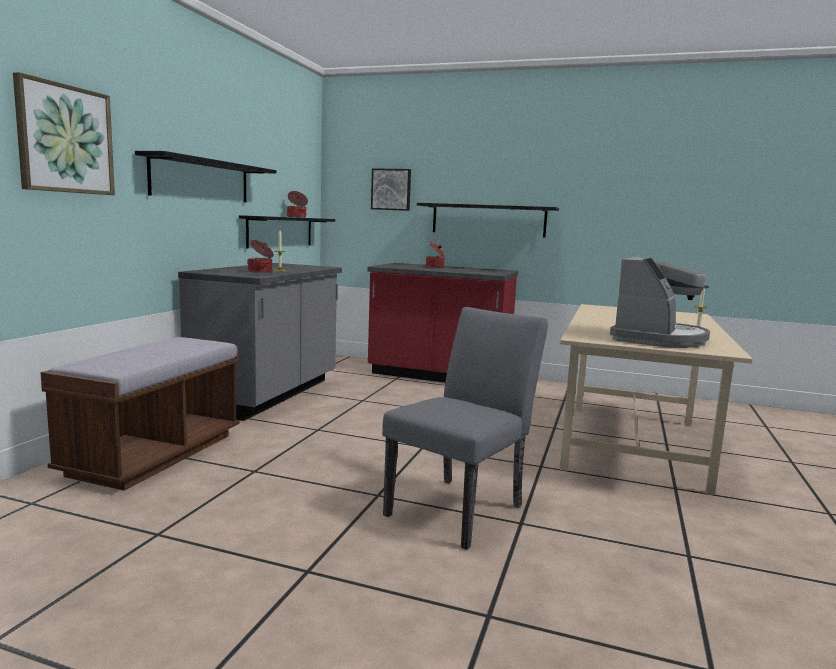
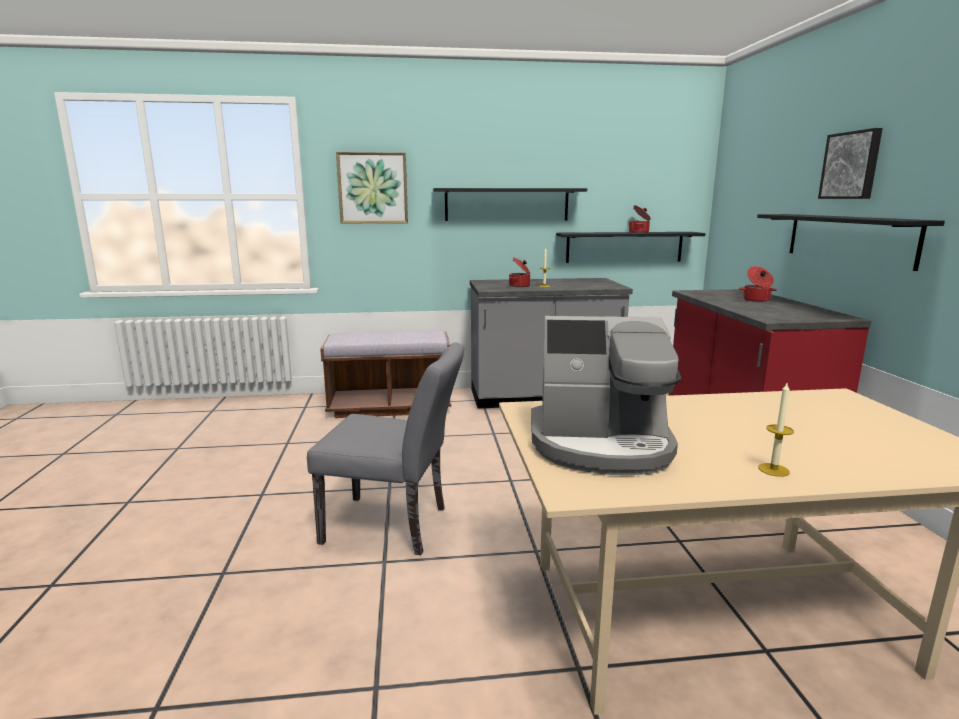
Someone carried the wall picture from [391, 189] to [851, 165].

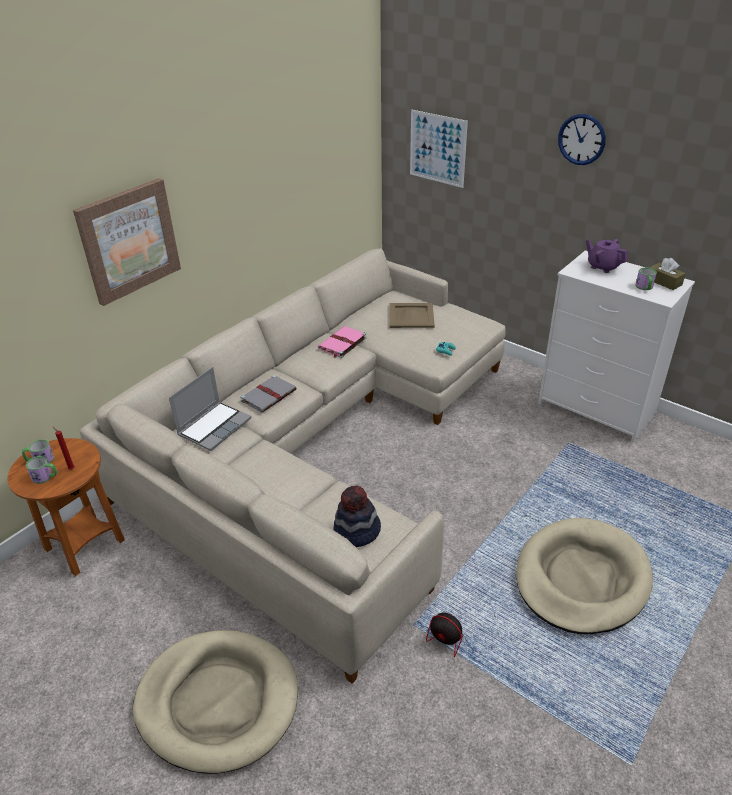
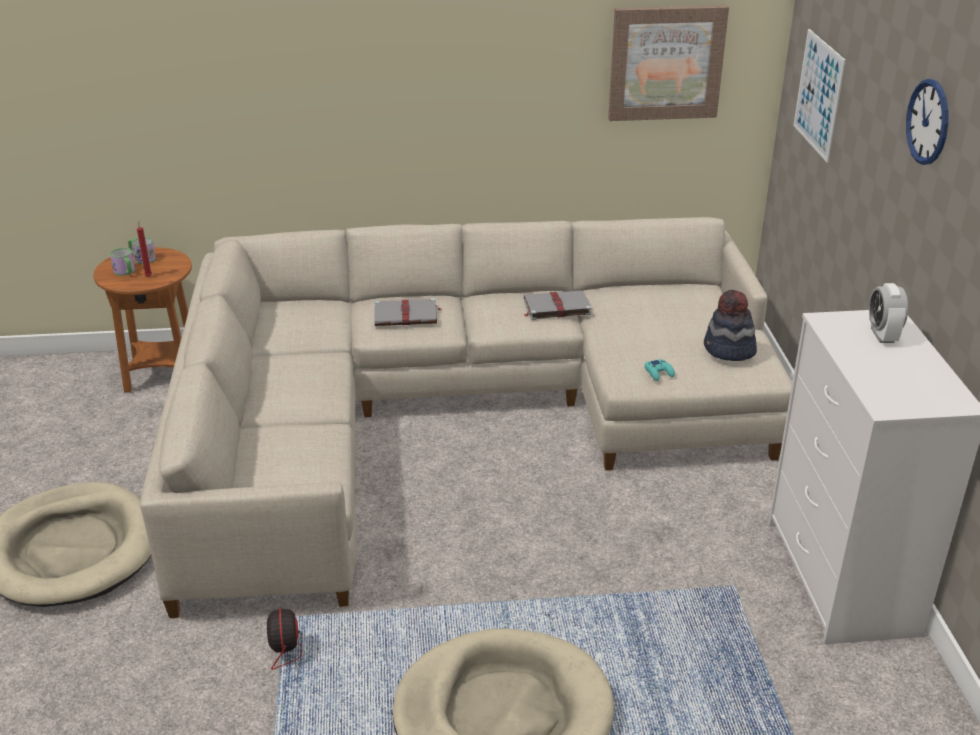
Someone carried the wall picture from [129, 240] to [666, 63].
Someone swapped the pot for tea in purple at [603, 267] for the alarm clock at [882, 335].
Someone took away the box of tissues in brownish at [664, 282].
Someone took away the coffee mug at [645, 287].
Someone took away the carrying tray in beige-coloured at [411, 316].
Someone repainted the bound book in pink-coloured at [342, 344], which became the bound book in greyish at [555, 307].
Someone took away the laptop at [214, 426].
Someone carried the hat from [357, 532] to [729, 350].

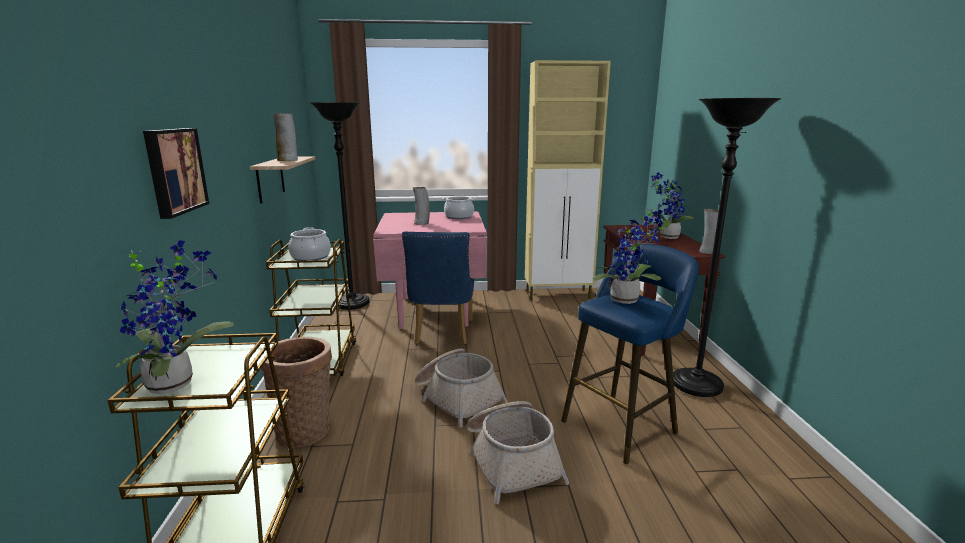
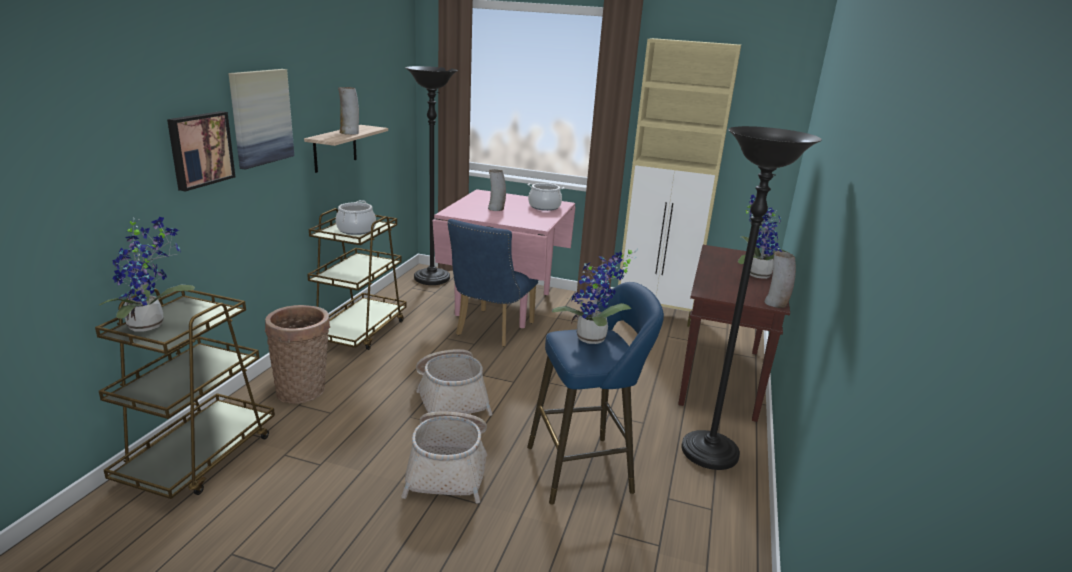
Someone put up the wall picture at [261, 117].

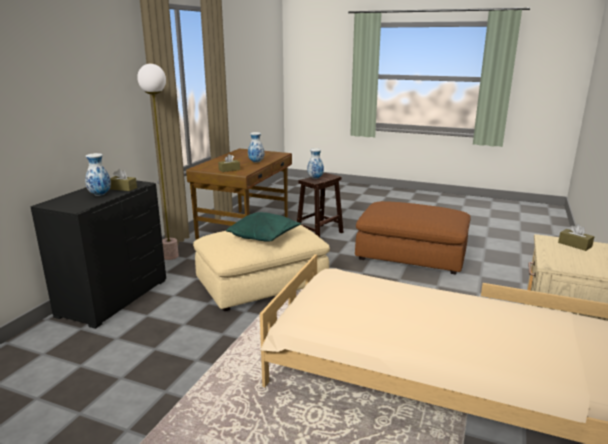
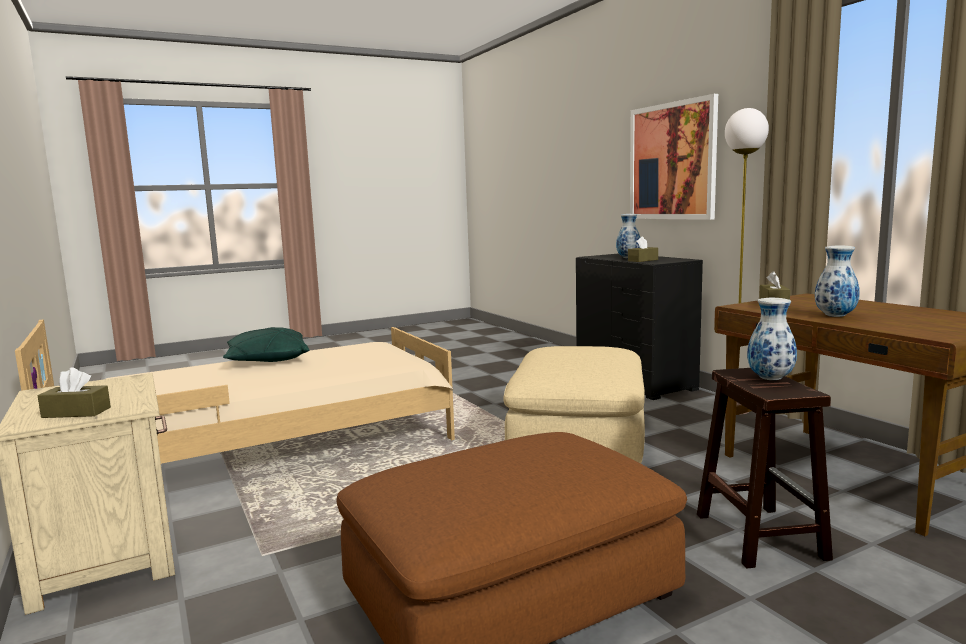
Someone carried the pillow in green from [264, 236] to [267, 360].
Someone put up the wall picture at [672, 161].

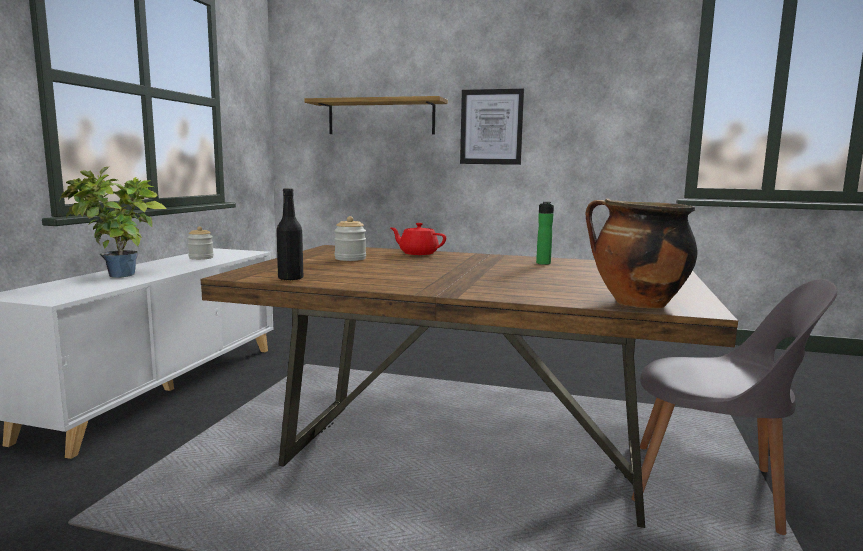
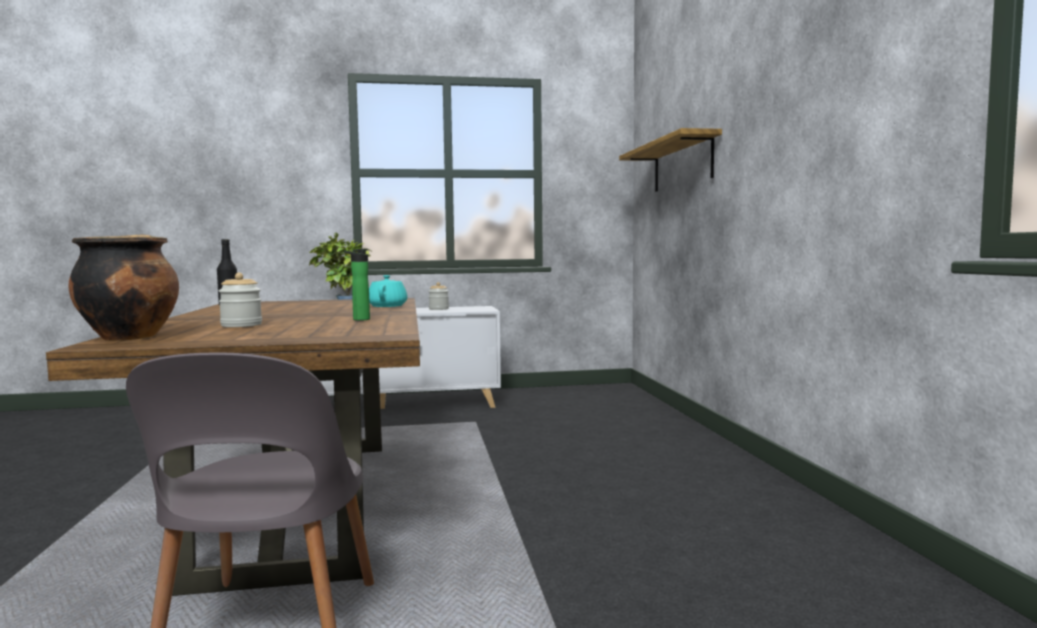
Someone took away the wall picture at [491, 127].
Someone carried the preserve jar from [350, 258] to [241, 325].
Someone repainted the pot for tea in red-coloured at [418, 253], which became the pot for tea in blue-green at [388, 306].

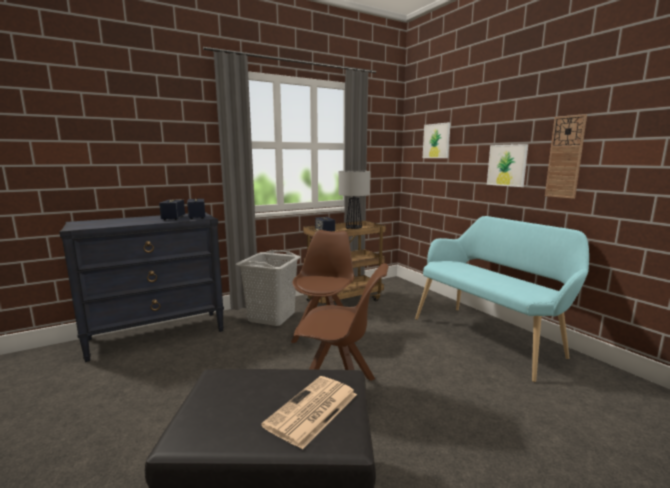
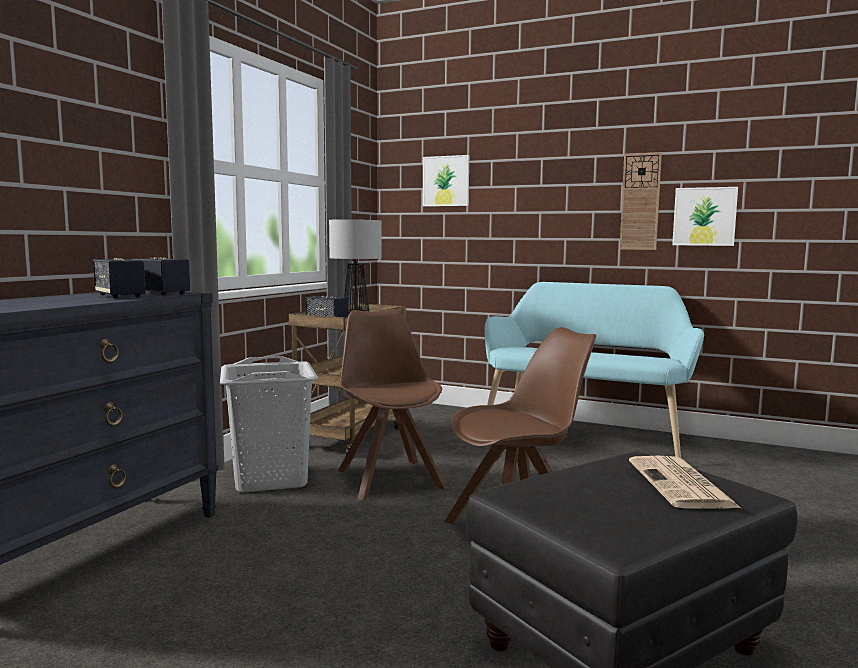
Someone carried the wall picture from [507, 165] to [704, 216].

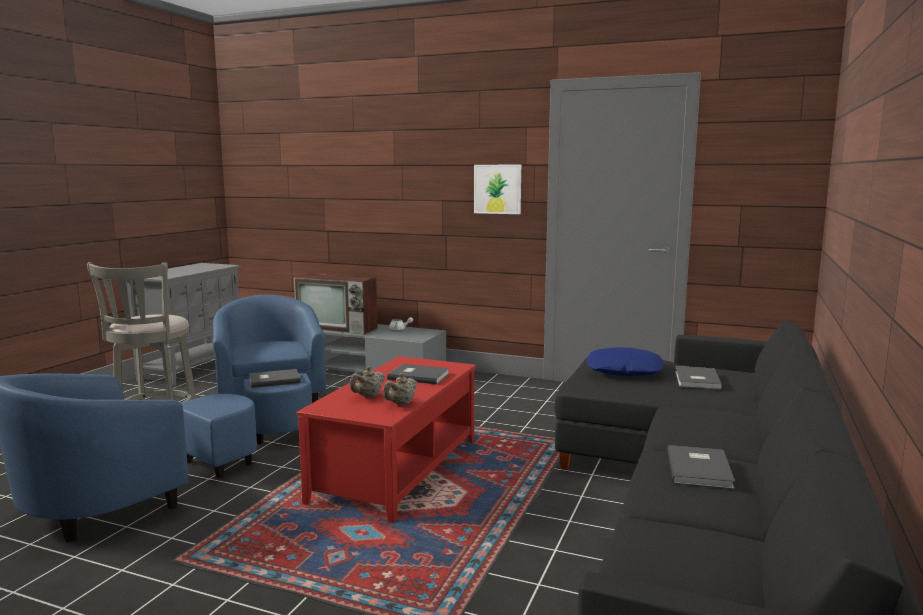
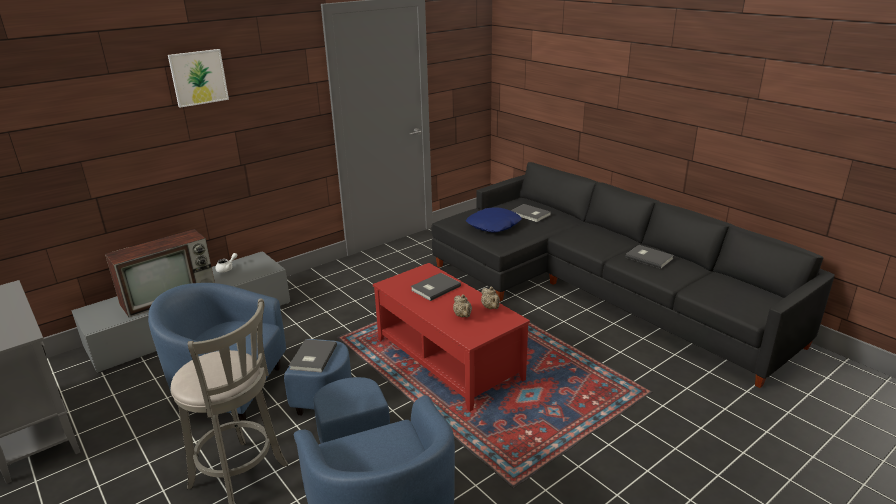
Someone carried the wall picture from [497, 189] to [198, 77].

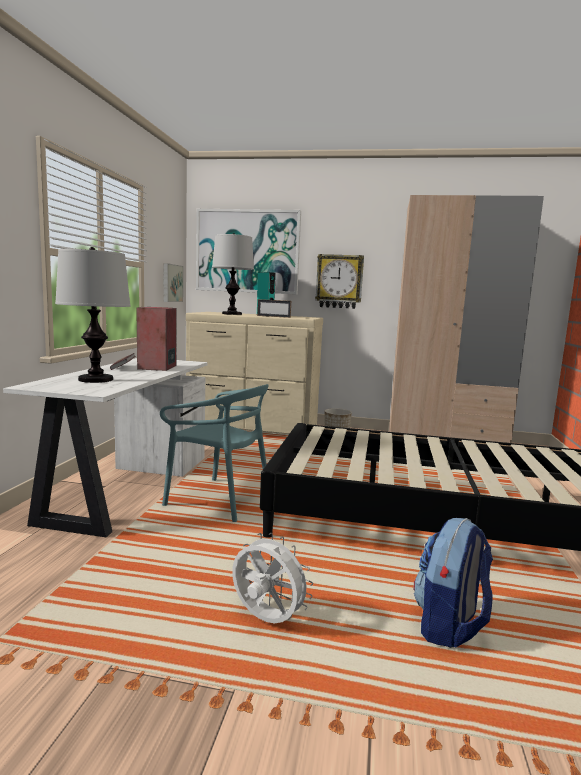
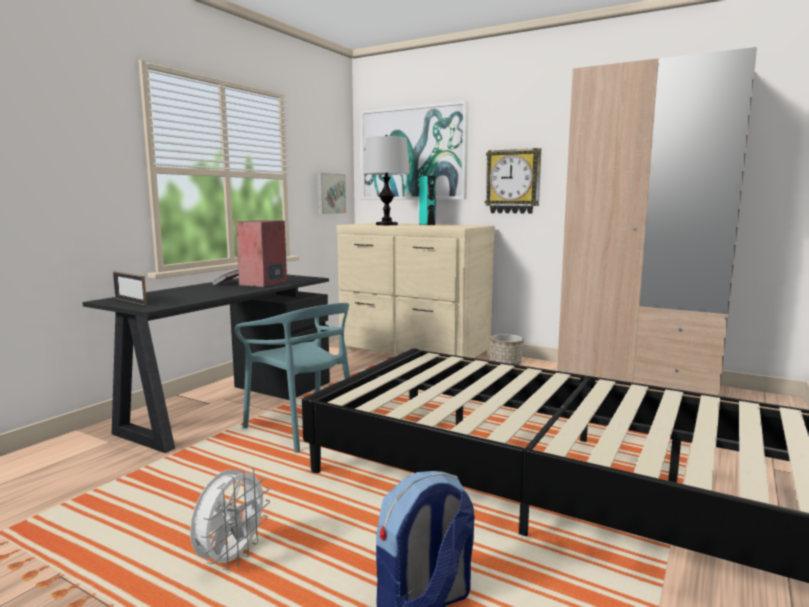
Someone took away the tabletop lamp at [95, 379].
Someone carried the picture frame from [273, 316] to [130, 301].
Someone repainted the desk in white at [127, 487], which became the desk in black-coloured at [228, 406].
Someone rotated the fan in white at [266, 620] by 60 degrees clockwise.

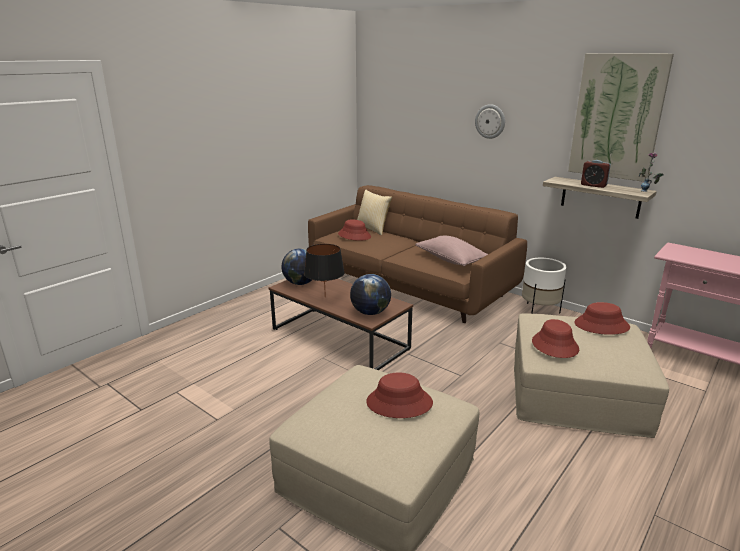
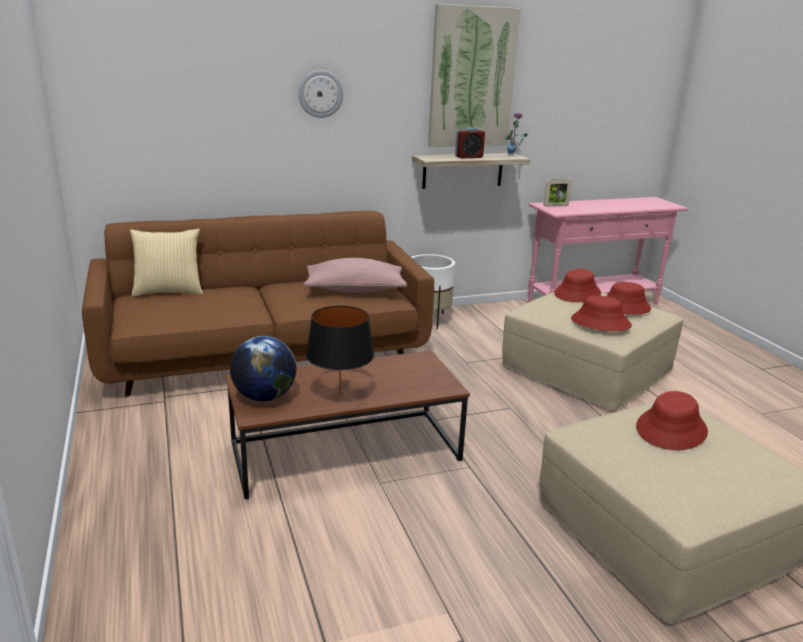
Someone carried the hat in red-coloured from [354, 235] to [624, 307].
Someone took away the world globe at [370, 312].
Someone put down the picture frame at [555, 206].

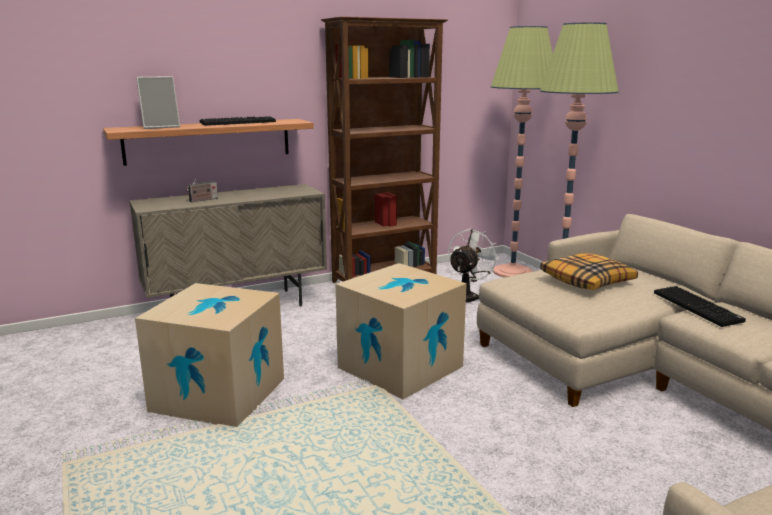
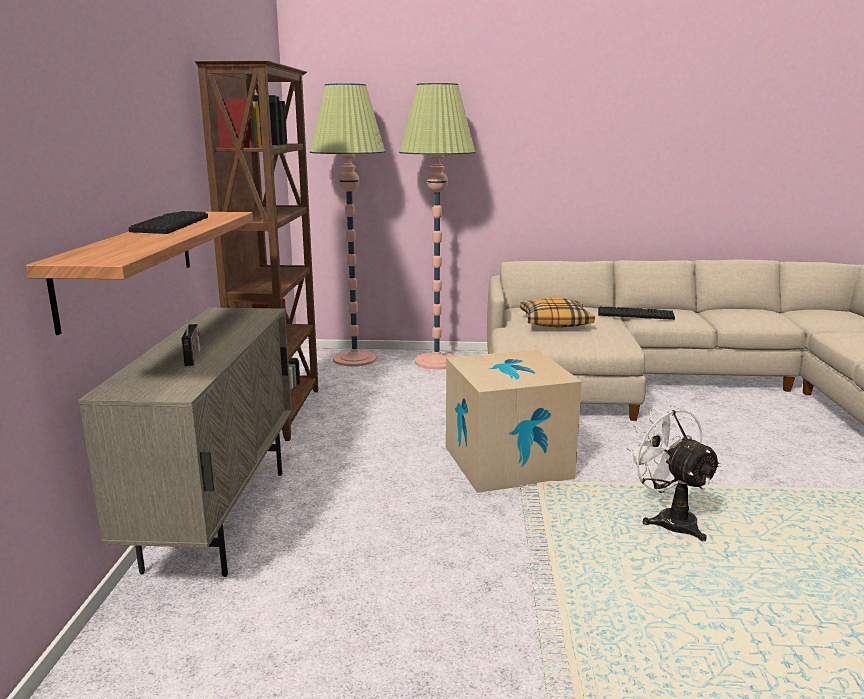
Someone took away the picture frame at [161, 127].
Someone carried the fan in white from [467, 297] to [669, 520].
Someone took away the carton at [218, 394].

